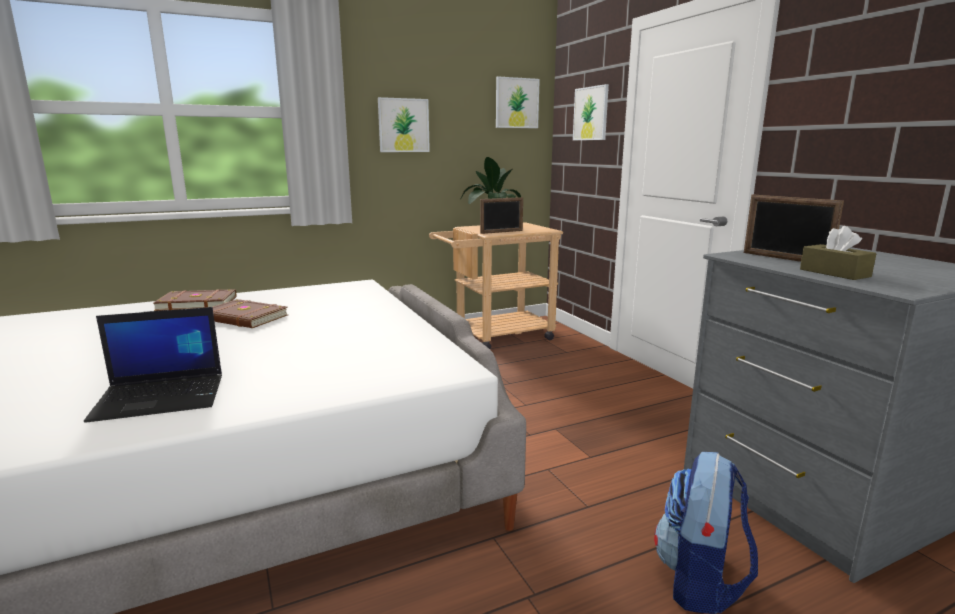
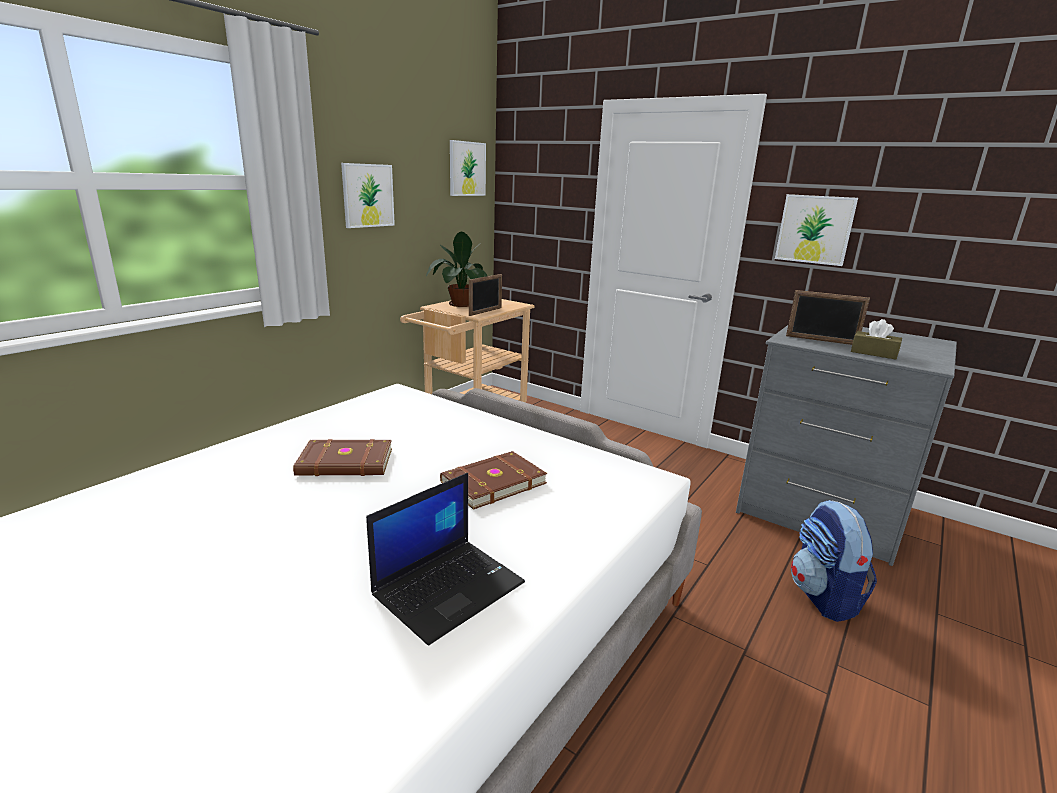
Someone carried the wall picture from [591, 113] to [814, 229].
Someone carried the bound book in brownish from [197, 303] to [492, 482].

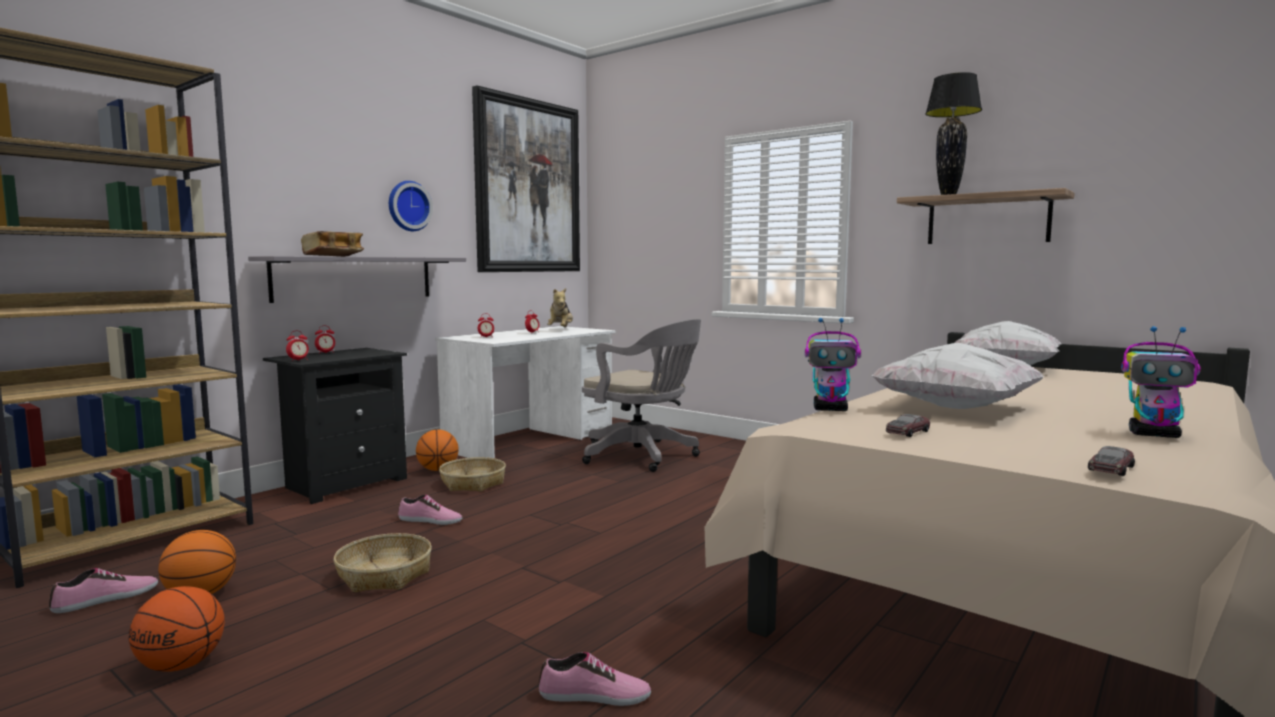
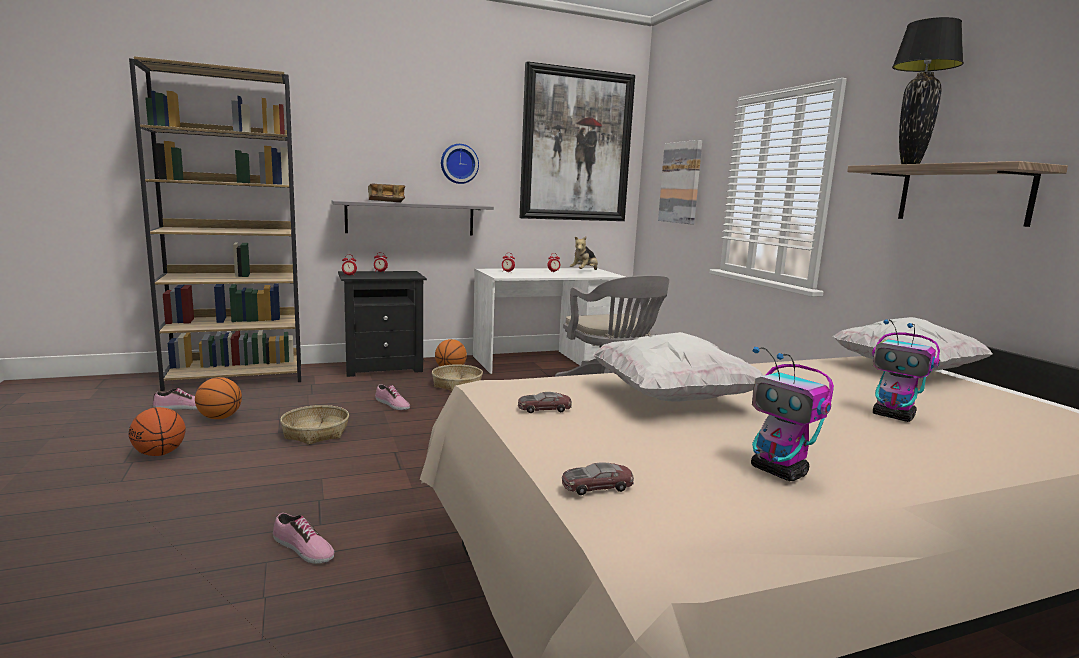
Someone carried the toy robot from [831, 409] to [894, 416].
Someone put up the wall picture at [681, 182].

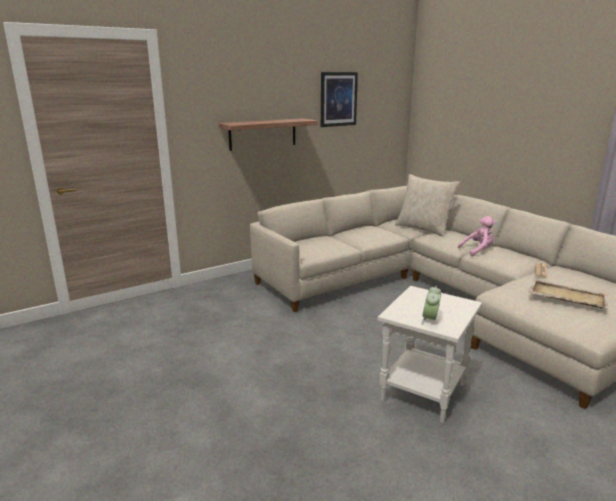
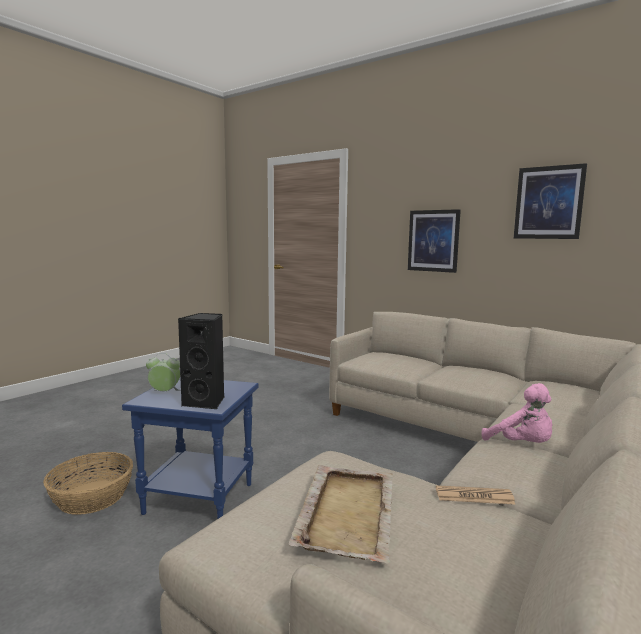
Someone swapped the shelf at [263, 134] for the wall picture at [433, 241].
Someone took away the pillow in beige-coloured at [423, 229].
Someone repainted the accent table in white at [424, 393], which became the accent table in bluish at [197, 499].
Someone put down the loudspeaker in black-coloured at [206, 402].
Someone put down the household basket at [91, 497].

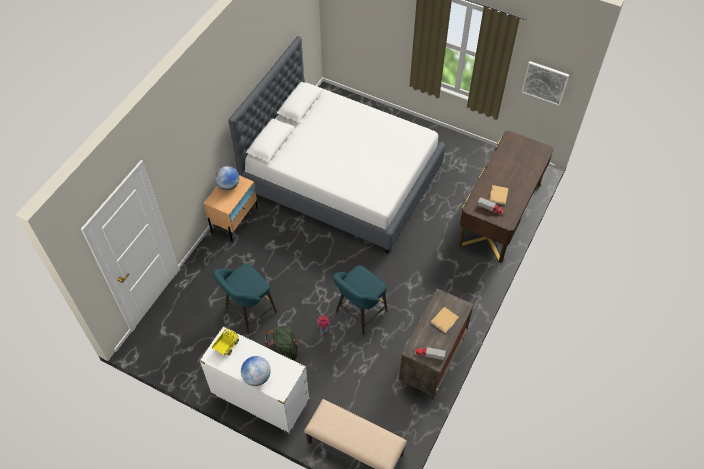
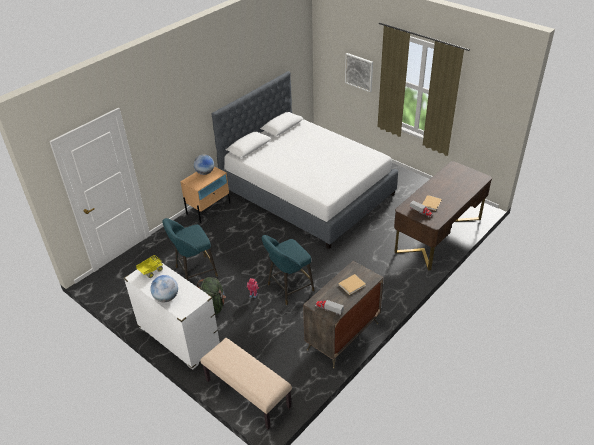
Someone carried the wall picture from [545, 82] to [359, 72].

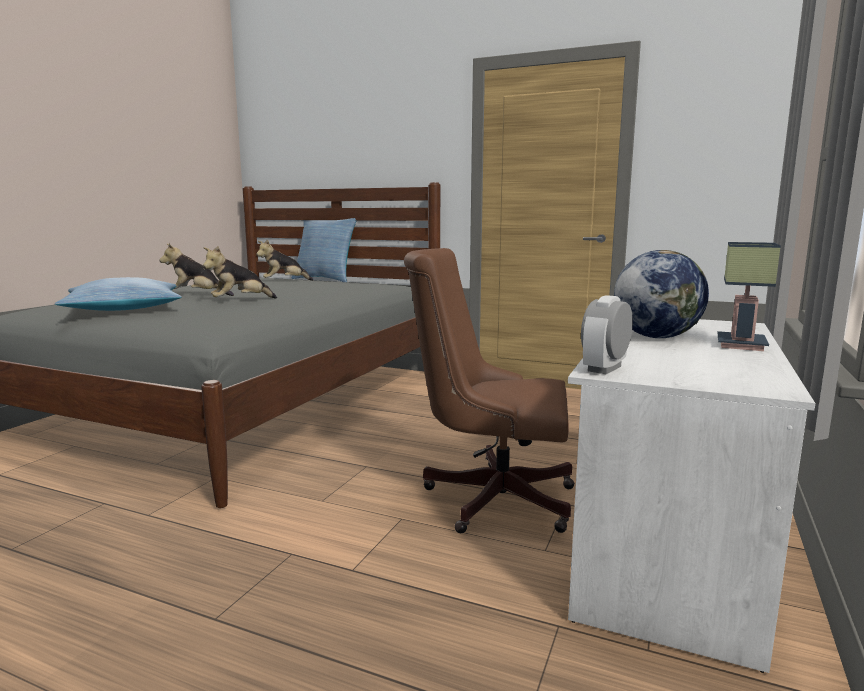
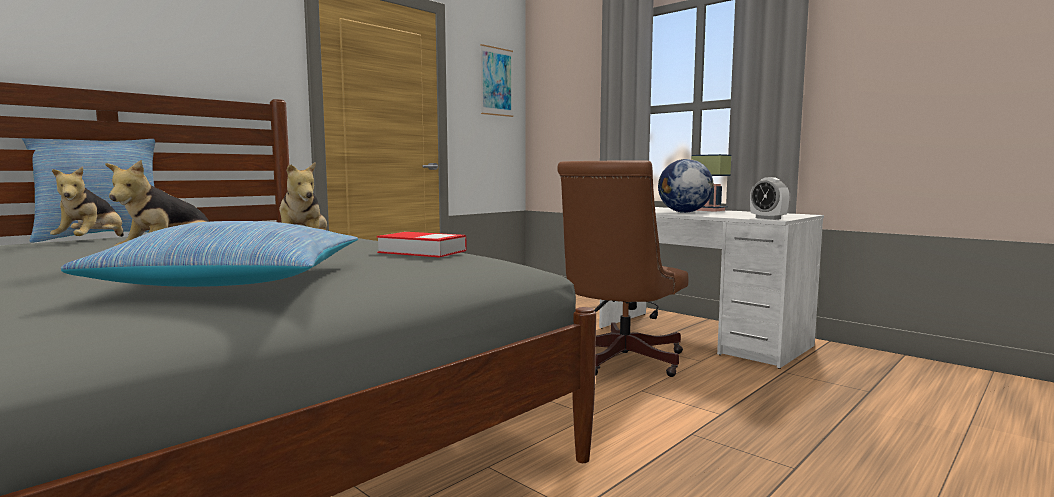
Someone put up the wall picture at [496, 81].
Someone put down the bound book at [422, 252].

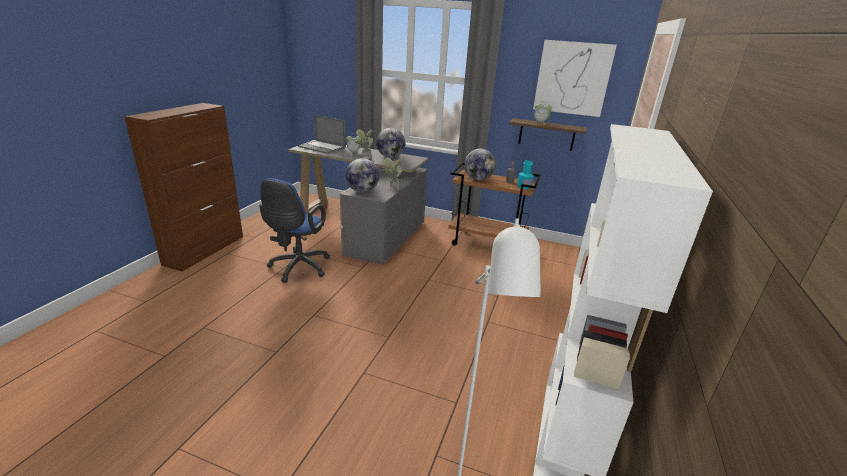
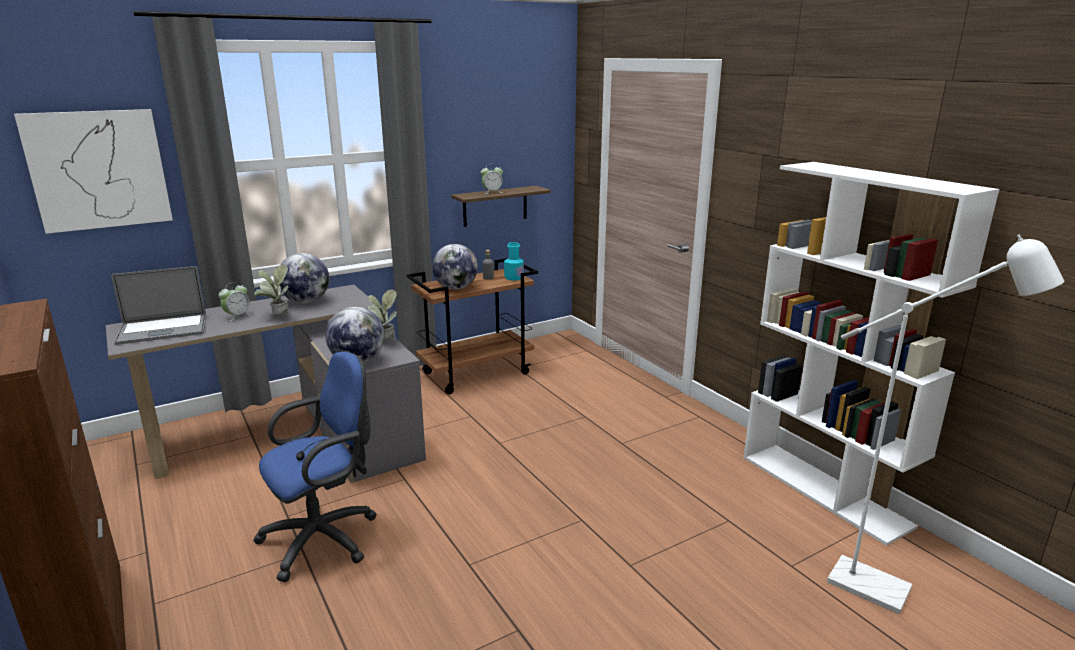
Someone carried the wall picture from [572, 78] to [98, 170].
Someone rotated the computer chair in bluish at [298, 268] by 90 degrees counterclockwise.

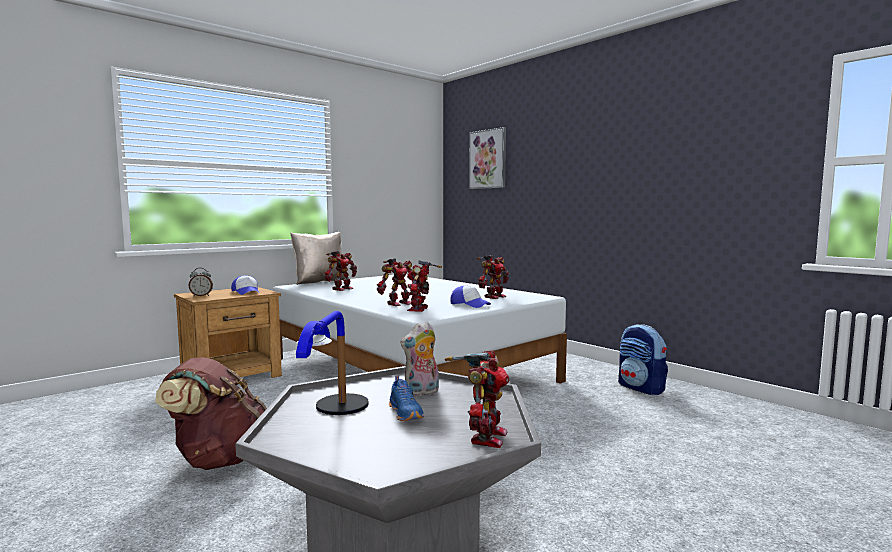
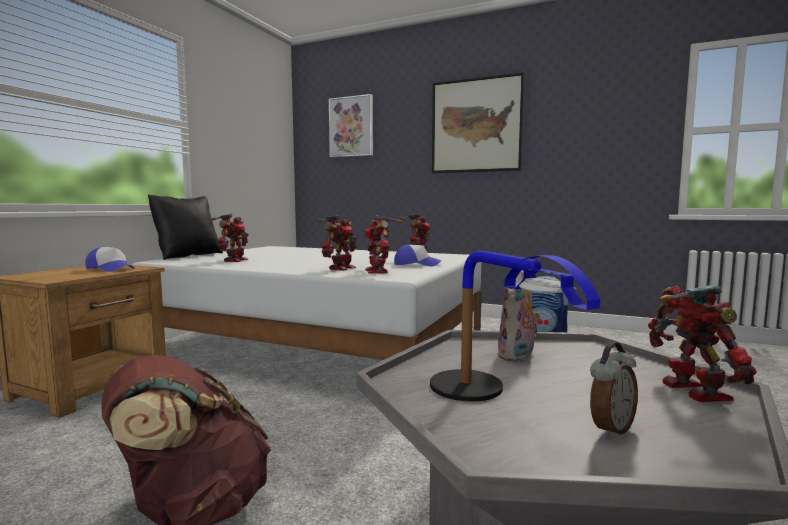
Someone repainted the pillow in beige-coloured at [319, 281], which became the pillow in black-coloured at [187, 256].
Someone carried the alarm clock from [201, 296] to [610, 429].
Someone took away the shoe in bluish at [406, 413].
Someone put up the wall picture at [476, 126].

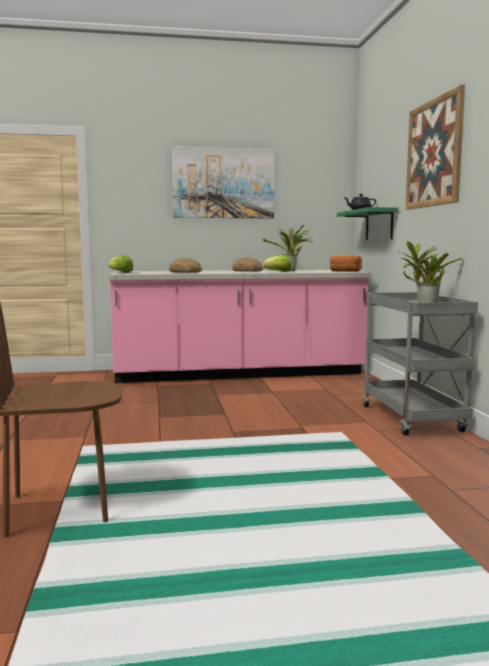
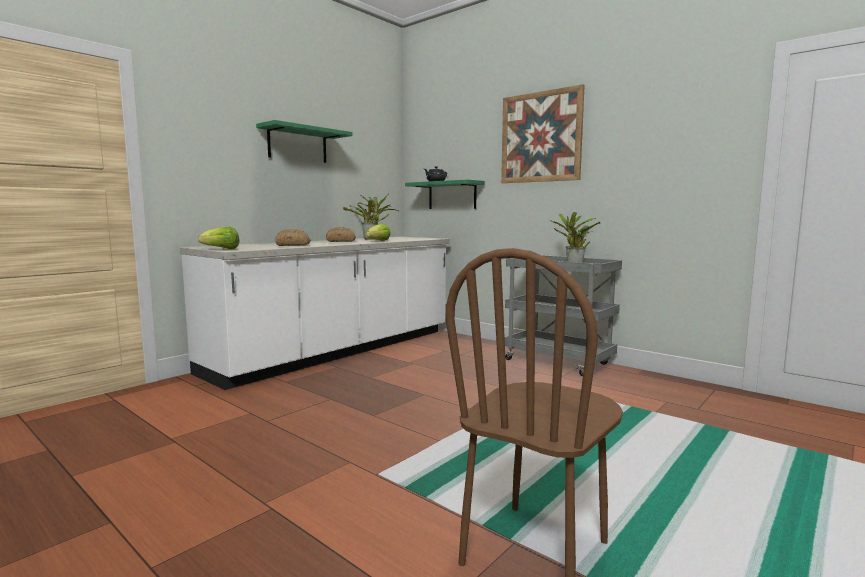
Someone swapped the wall picture at [223, 183] for the shelf in green at [297, 145].
Someone took away the bakery bread at [344, 271].
Someone repainted the kitchen base unit in pink-coloured at [239, 373], which became the kitchen base unit in white at [337, 351].

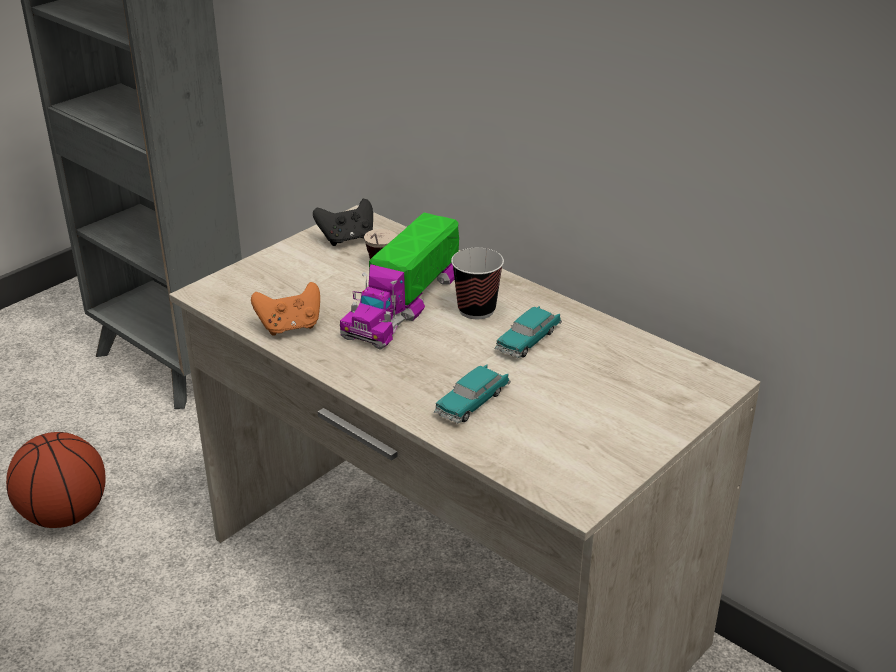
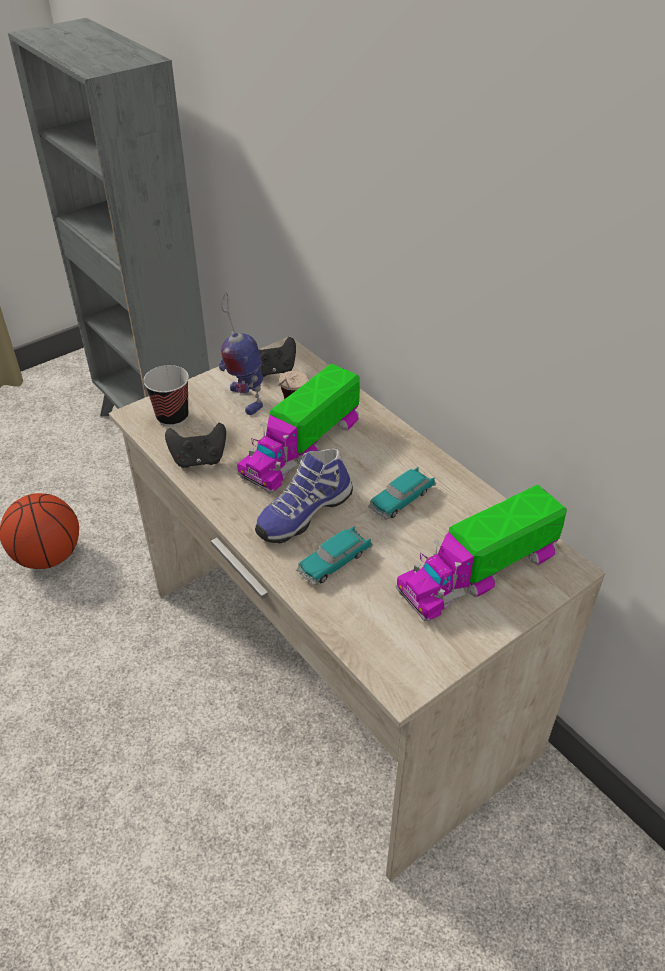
Someone carried the cup from [476, 310] to [172, 417].
Someone repainted the gamepad in orange-coloured at [290, 327], which became the gamepad in black-coloured at [199, 460].
Someone put down the toy robot at [245, 399].
Someone put down the shoe at [303, 513].
Someone put down the model truck at [478, 572].

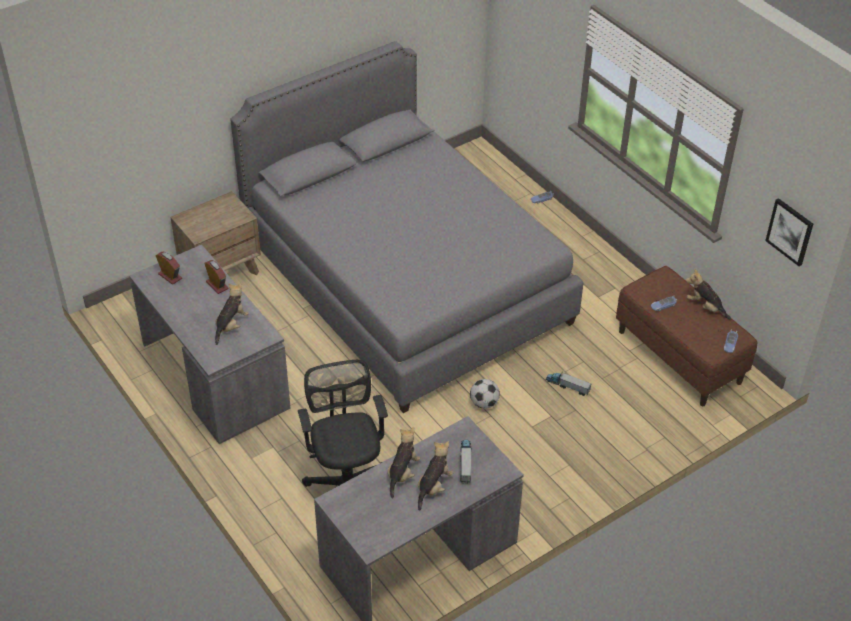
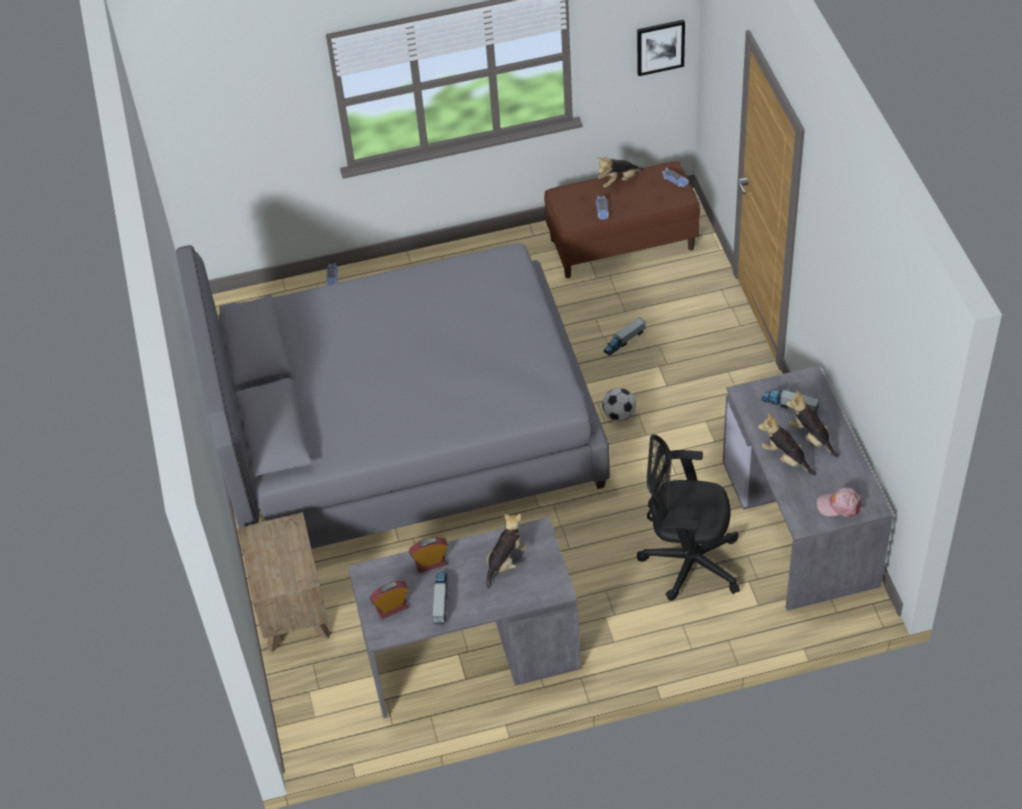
Someone rotated the cuddly toy at [231, 325] by 75 degrees clockwise.
Someone put down the baseball cap in pink-coloured at [839, 505].
Someone put down the model truck at [440, 600].

